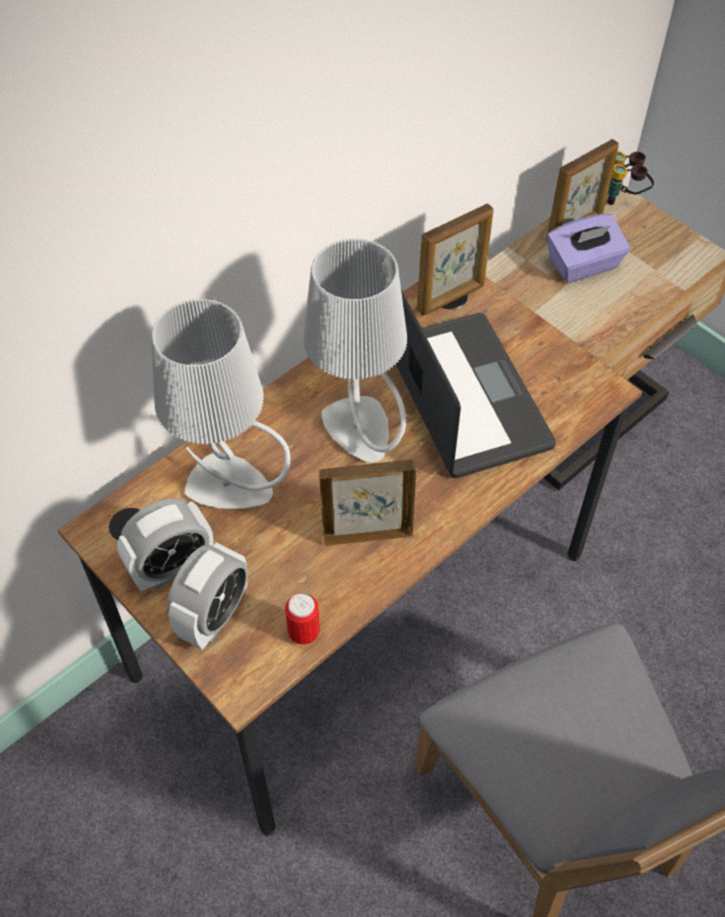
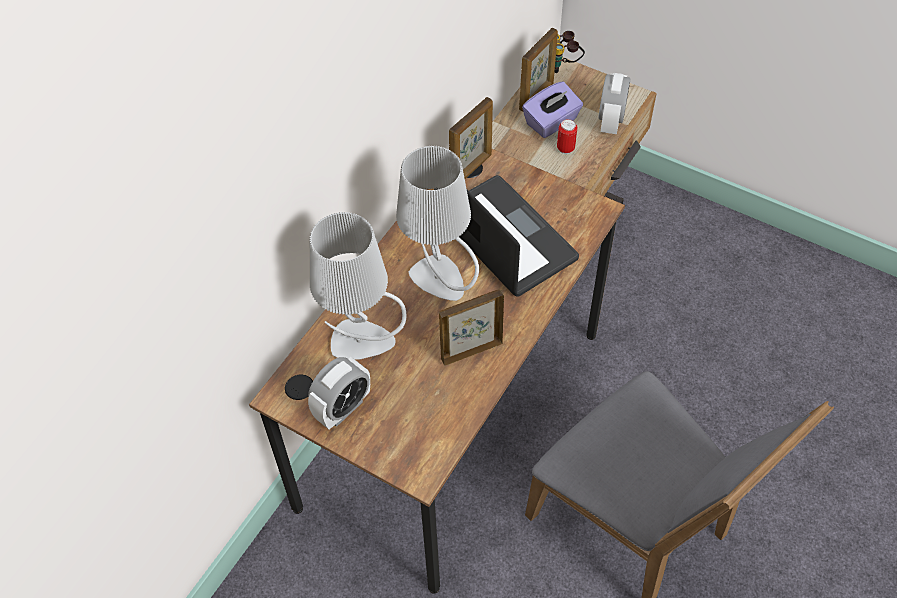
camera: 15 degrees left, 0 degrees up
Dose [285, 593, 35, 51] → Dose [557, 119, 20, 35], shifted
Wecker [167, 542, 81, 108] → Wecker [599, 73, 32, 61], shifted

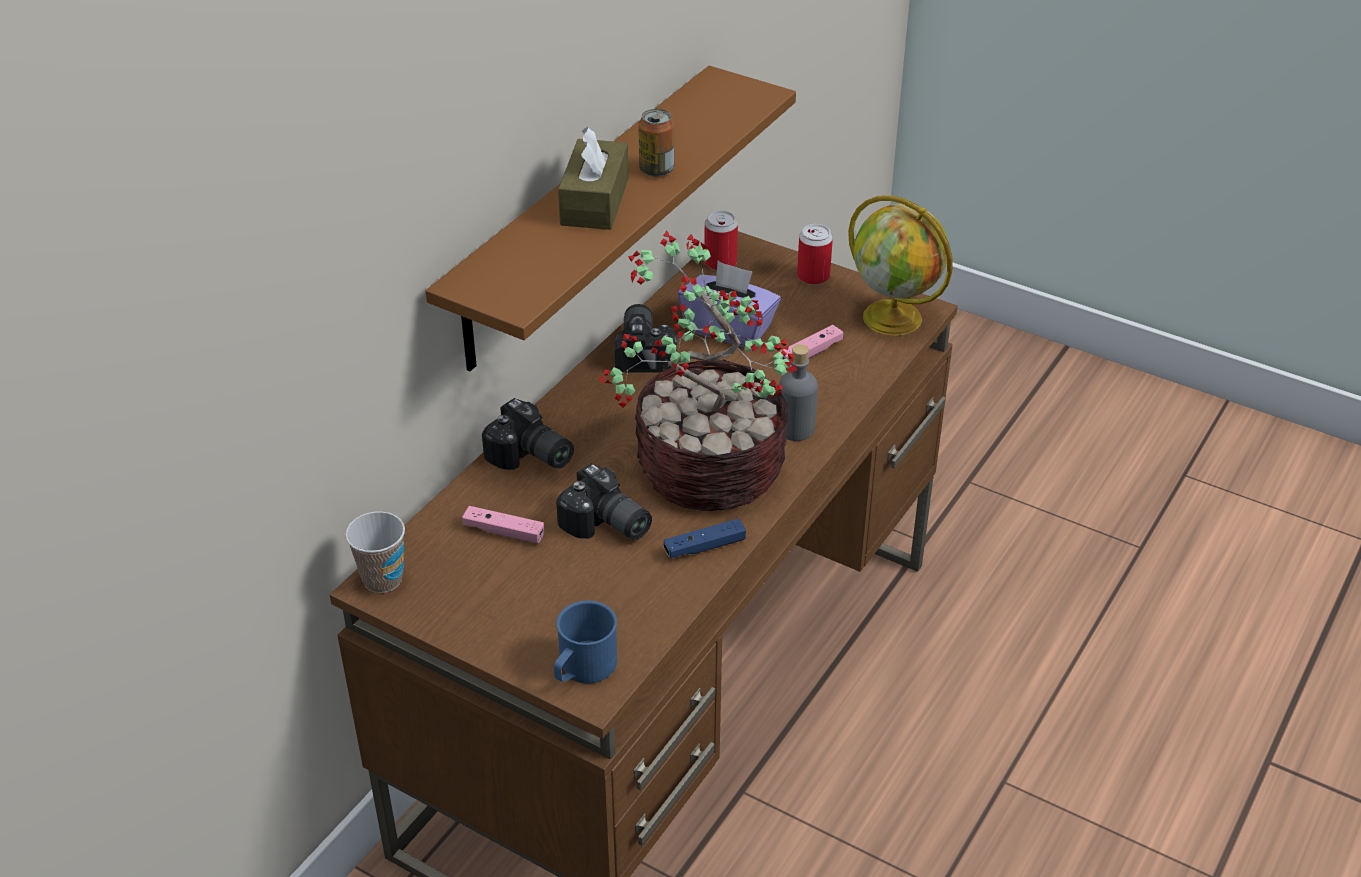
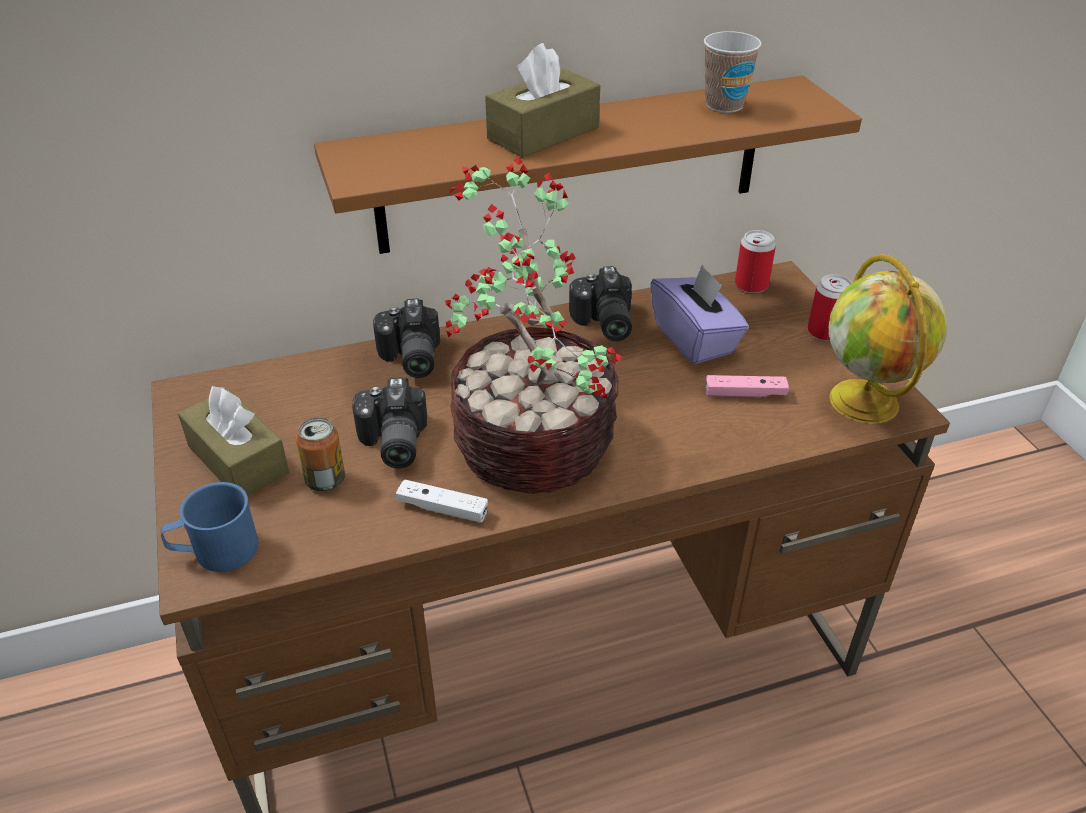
camera: 40 degrees right, 0 degrees up
- → Taschentuchbox/braun [178, 386, 111, 110]
Dose [638, 109, 36, 68] → Dose [296, 417, 49, 74], shifted
Gamepad/blau [664, 519, 82, 40] → Gamepad/weiß [396, 479, 92, 44]
Kamera [615, 304, 62, 69] → Kamera [569, 266, 63, 75], 135 degrees clockwise
Tasse [345, 511, 60, 82] → Tasse [704, 31, 57, 82], shifted
Gamepad/rosa [462, 506, 82, 38] → -
Flasche/grau [779, 344, 39, 97] → -

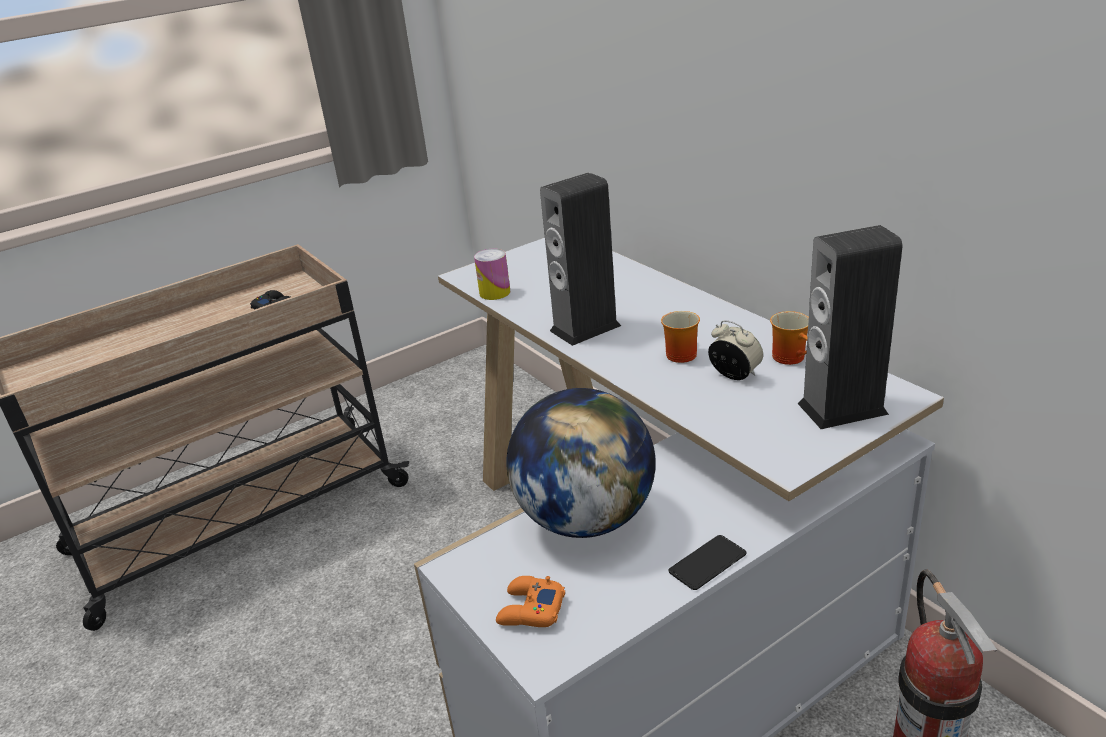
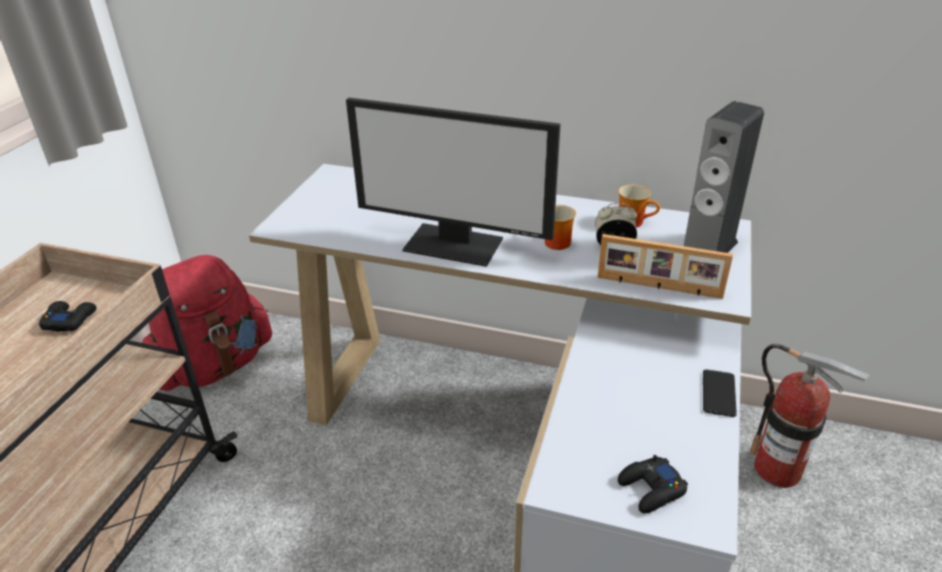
camera: 40 degrees left, 5 degrees up
- → Rucksack/rot [142, 255, 130, 136]
Lautsprecher [540, 172, 81, 174] → Monitor [346, 98, 215, 169]
- → Bilderrahmen [598, 234, 135, 65]
Gamepad/orange [496, 576, 69, 51] → Gamepad/schwarz [618, 455, 70, 59]
Dose [474, 248, 36, 52] → -
Globus [506, 388, 150, 150] → -

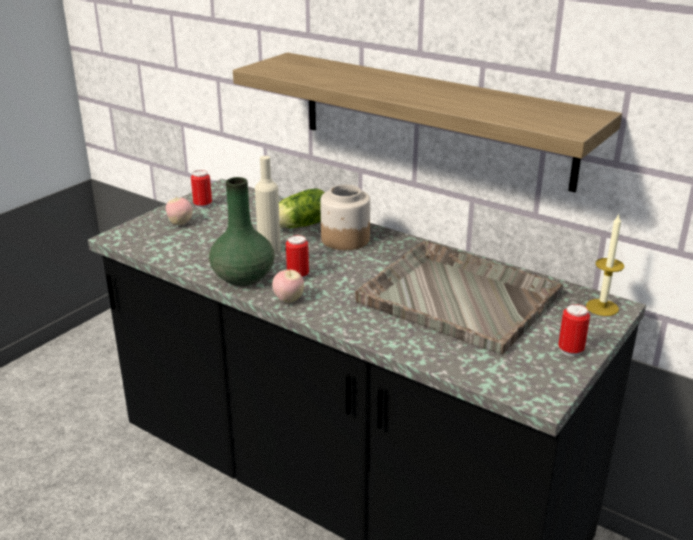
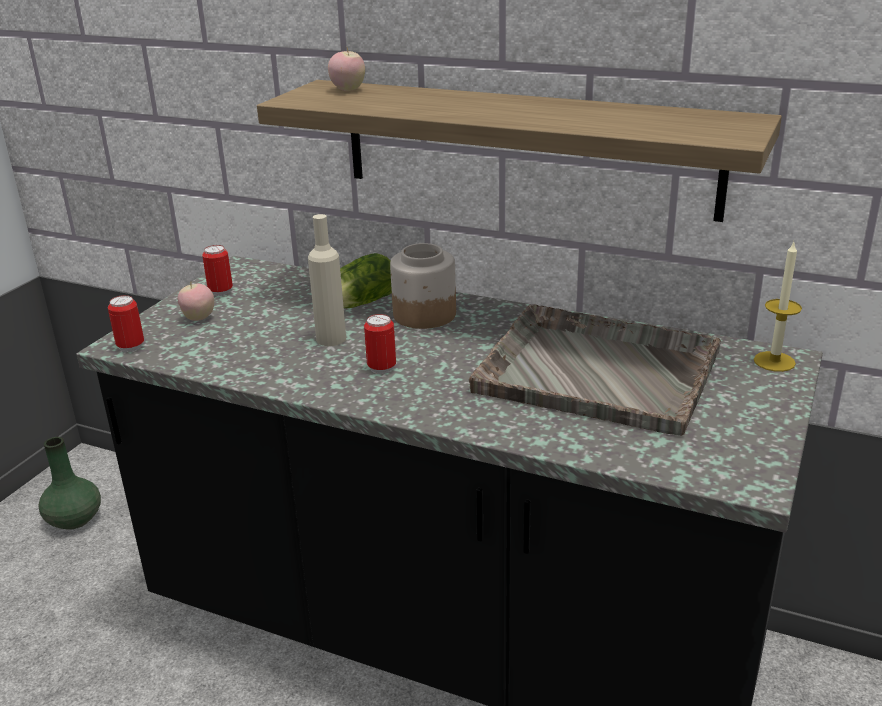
camera: 10 degrees left, 0 degrees up
Vase/grün [209, 177, 66, 109] → Vase/grün [38, 437, 63, 93], shifted
Dose [558, 304, 32, 52] → Dose [108, 295, 36, 57], shifted
Apfel [272, 269, 32, 34] → Apfel [328, 48, 37, 43], shifted

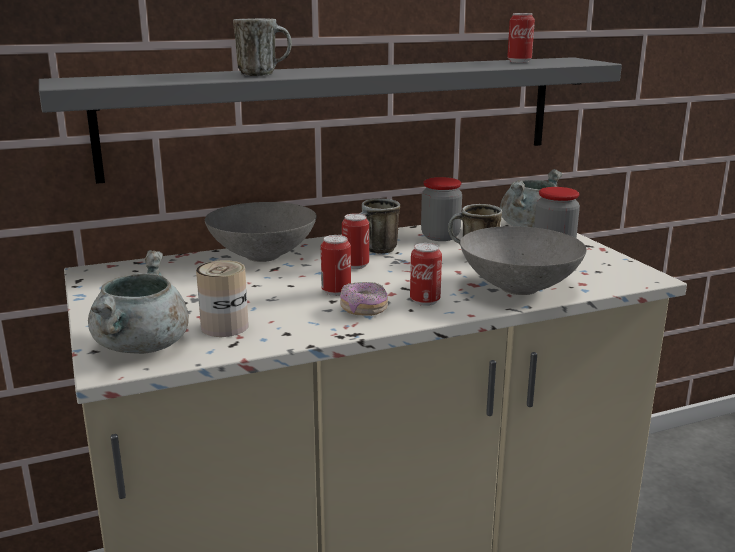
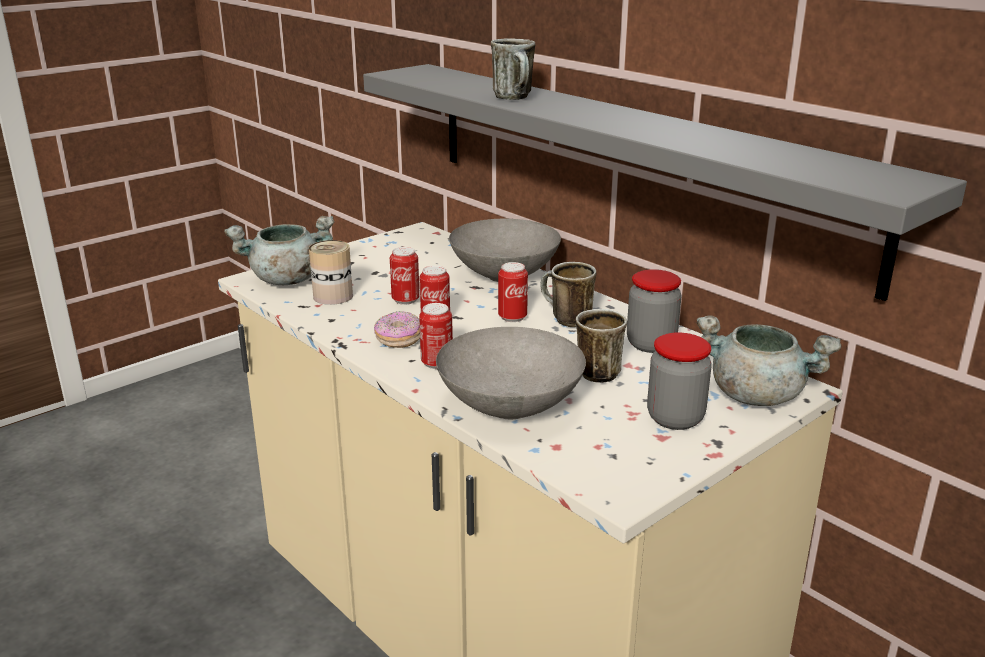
camera: 70 degrees right, 5 degrees up
Dose [507, 13, 28, 50] → Dose [390, 247, 30, 58], shifted

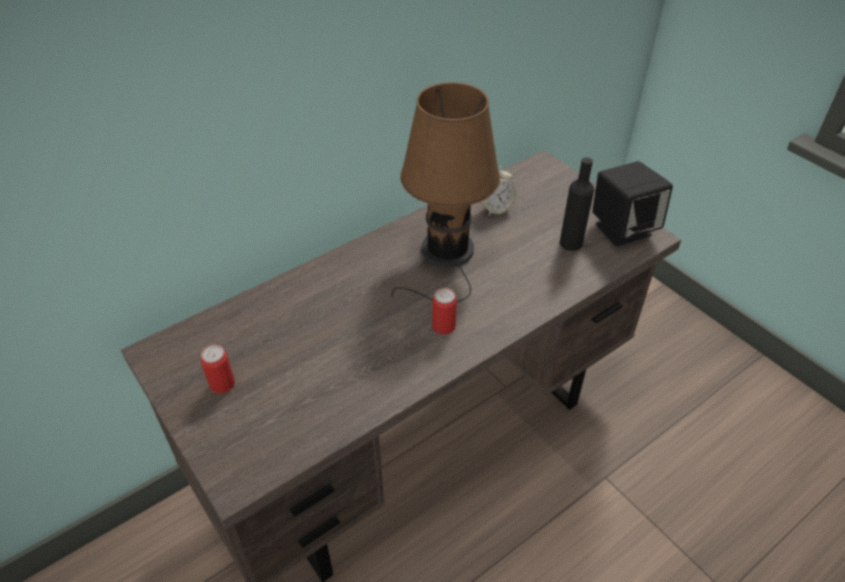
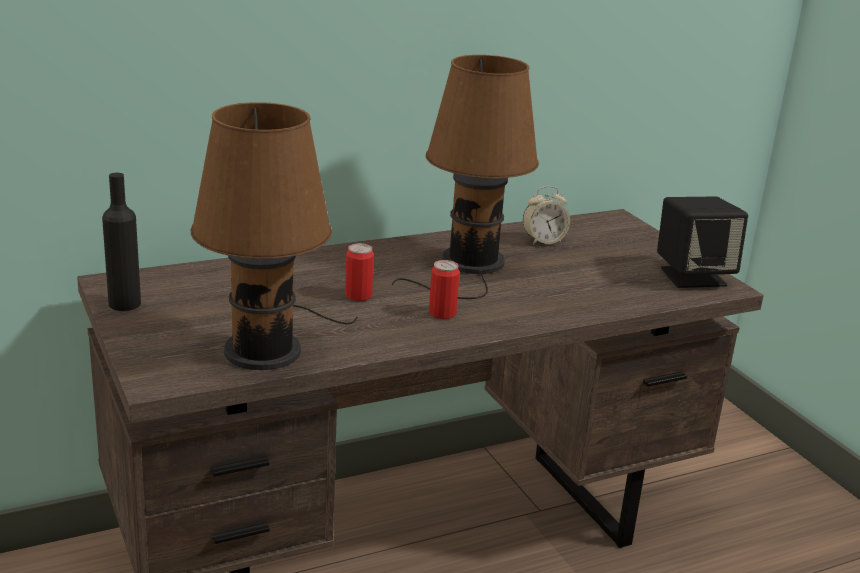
camera: 10 degrees right, 20 degrees down
Flasche/schwarz [560, 157, 34, 94] → Flasche/schwarz [102, 173, 39, 138], shifted
- → Tischlampe/braun [191, 102, 167, 268]
Dose [201, 345, 34, 49] → Dose [345, 243, 29, 58], shifted

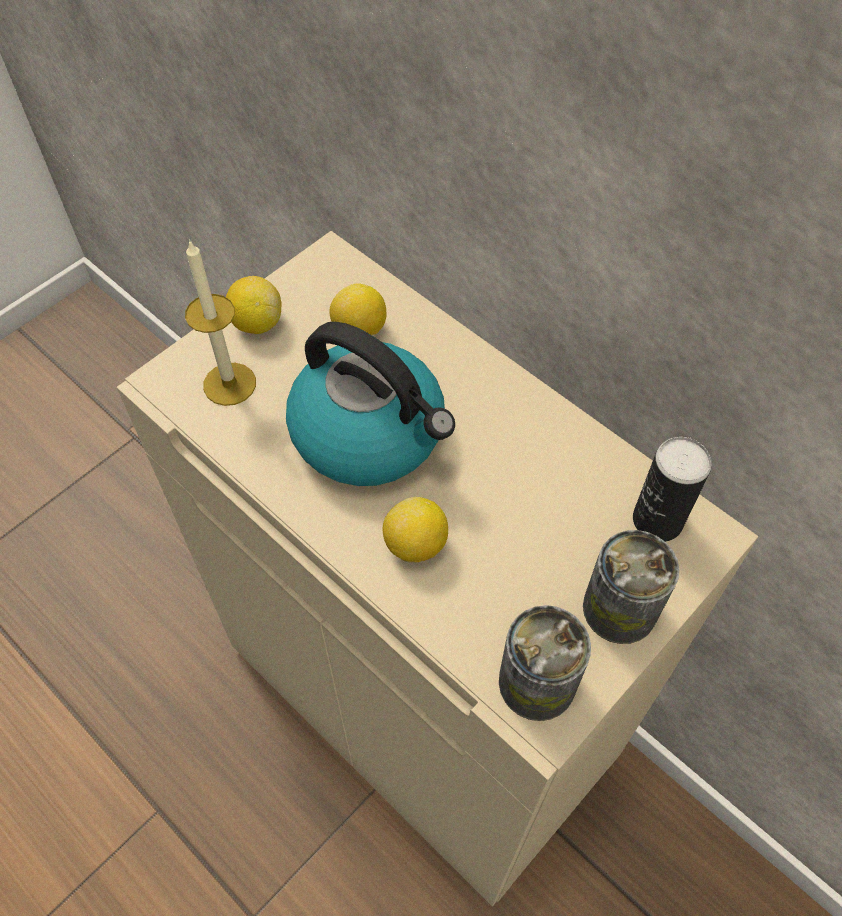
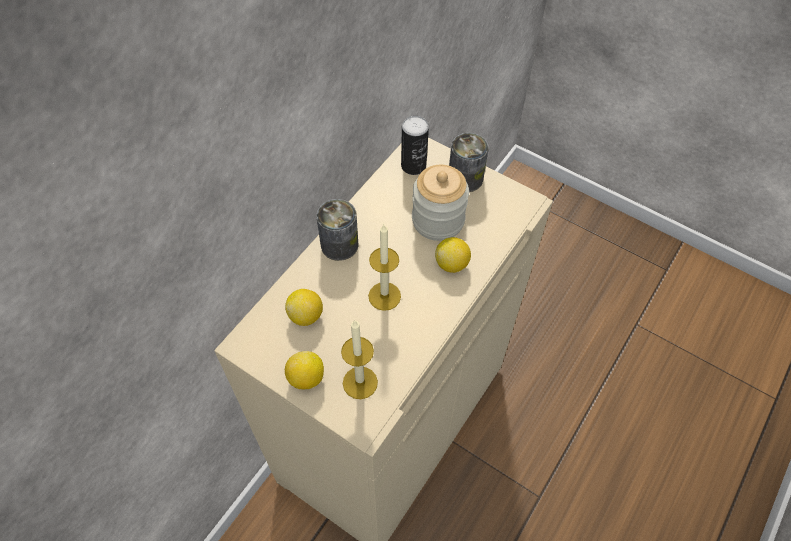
camera: 100 degrees left, 0 degrees up
Dose [499, 605, 92, 116] → Dose [317, 199, 41, 62], shifted
Wasserkessel [286, 322, 169, 164] → Kerze [368, 225, 33, 86]
- → Vorratsglas [412, 165, 57, 76]

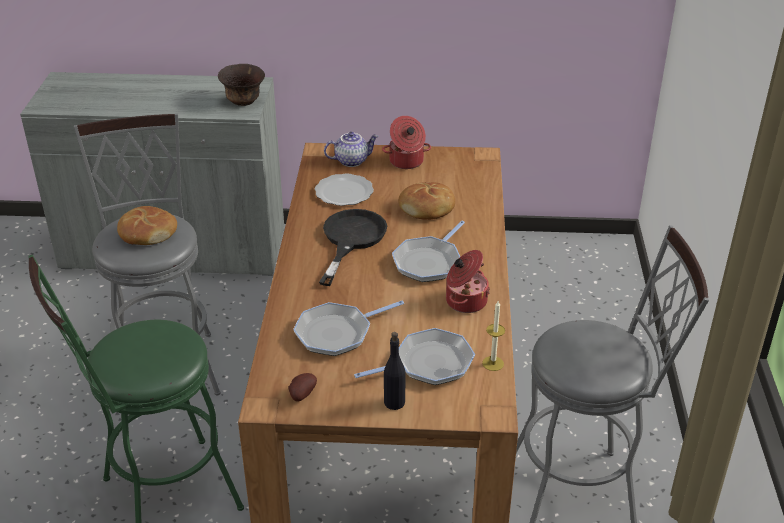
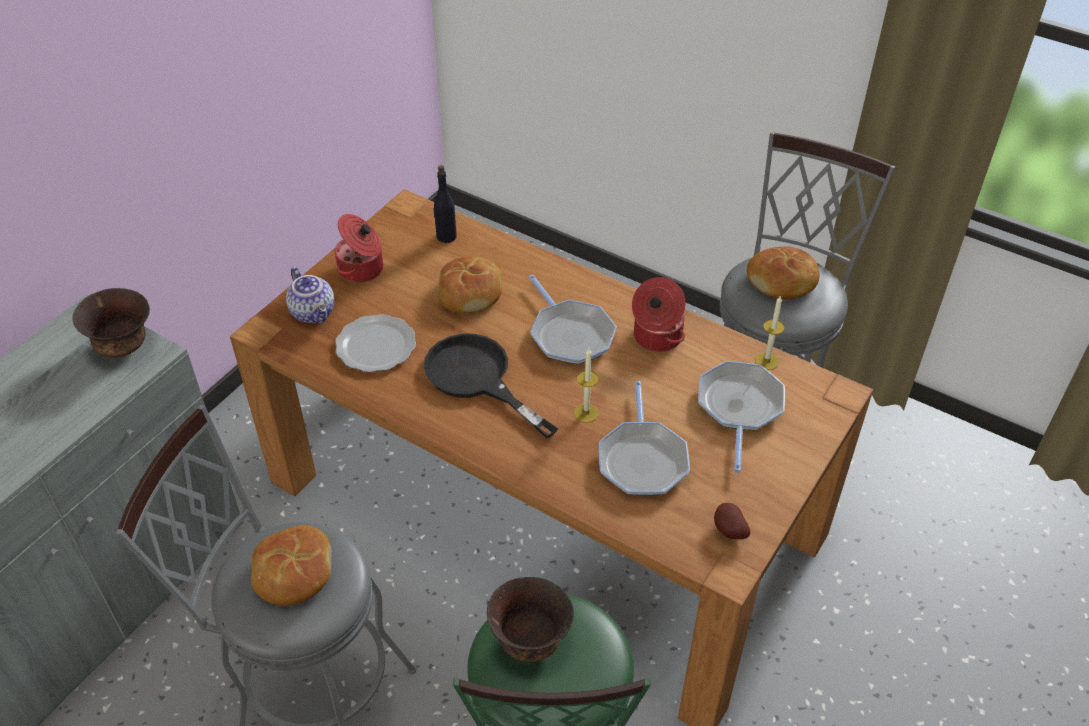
camera: 60 degrees left, 10 degrees up
Teekanne [324, 132, 55, 35] → Teekanne [286, 267, 49, 56], 135 degrees clockwise
Flasche/schwarz [384, 332, 22, 78] → Flasche/schwarz [434, 165, 23, 78], shifted
- → Schüssel/braun [487, 577, 87, 86]
- → Kerze [574, 348, 25, 75]
- → Brot [747, 246, 73, 53]

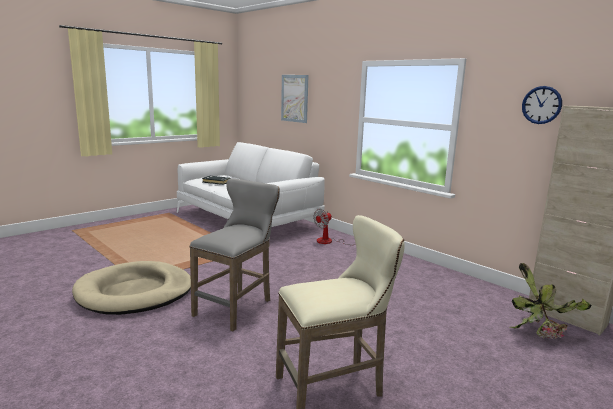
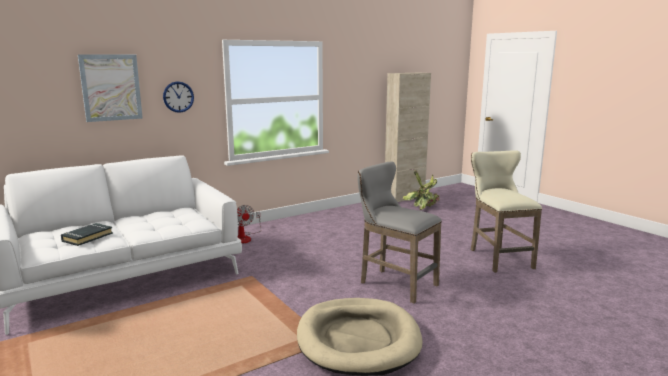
camera: 80 degrees left, 0 degrees up
Wanduhr [522, 86, 40, 38] → Wanduhr [163, 81, 31, 32], shifted

